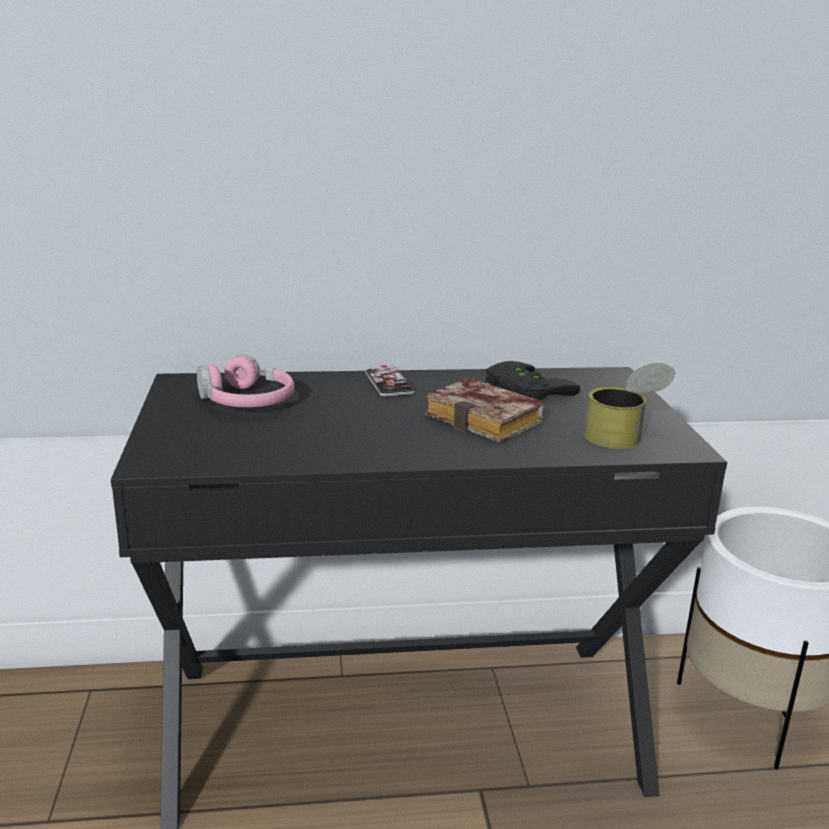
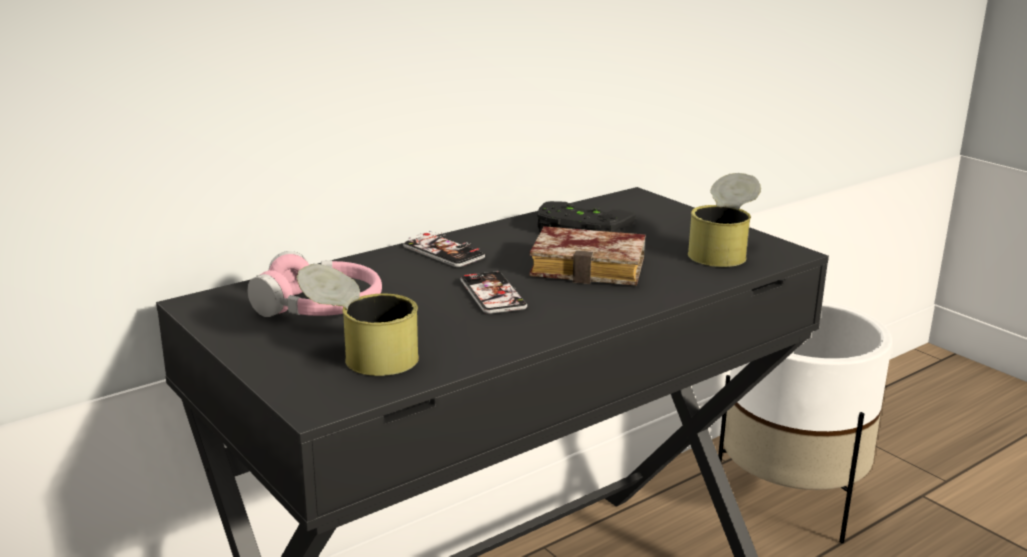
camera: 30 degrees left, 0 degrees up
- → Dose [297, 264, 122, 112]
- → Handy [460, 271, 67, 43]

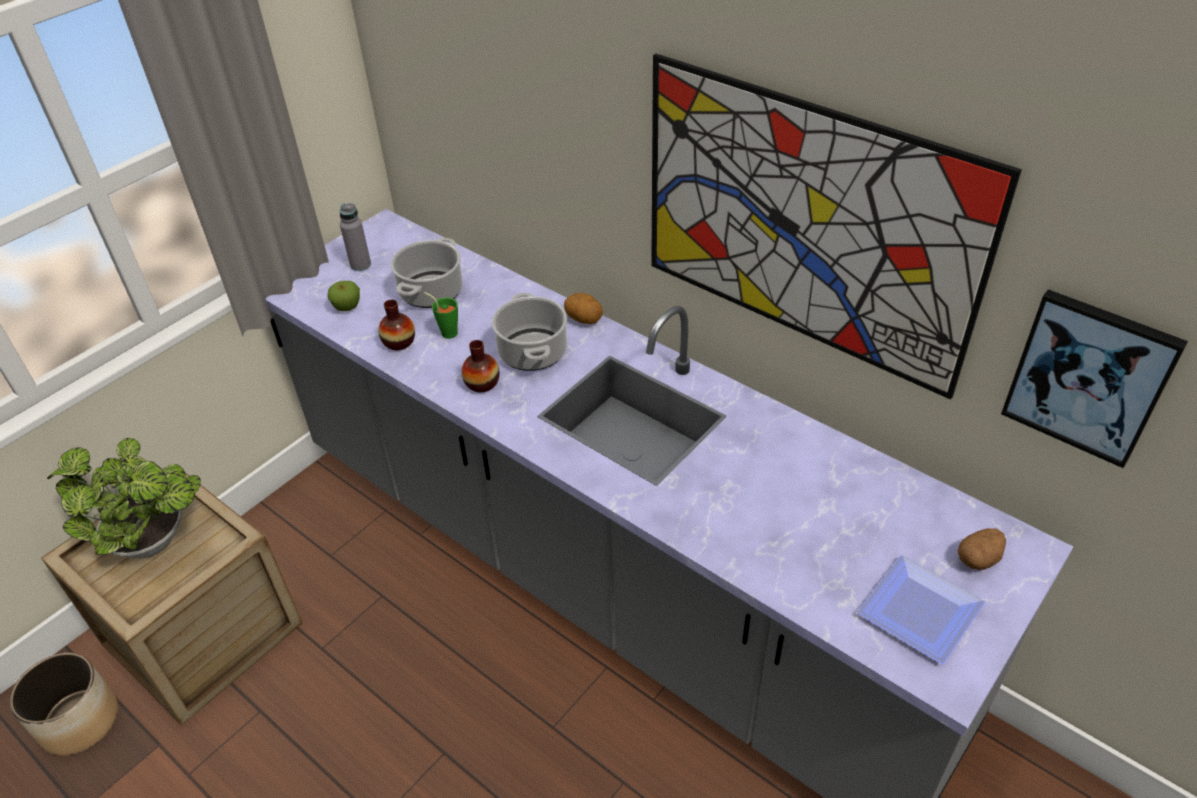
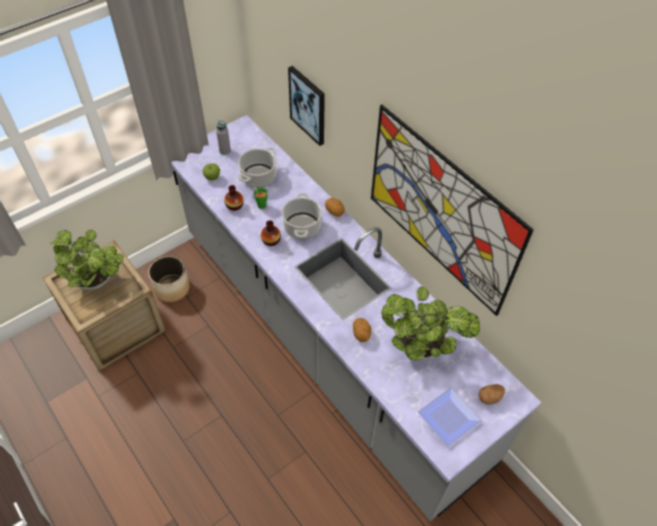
camera: 10 degrees right, 10 degrees up
Pflanzkübel [10, 653, 108, 103] → Pflanzkübel [148, 256, 42, 46], shifted
Bild [1001, 289, 187, 179] → Bild [288, 66, 37, 80], shifted
- → Kartoffel [353, 318, 18, 24]
- → Topfpflanze [381, 287, 99, 73]

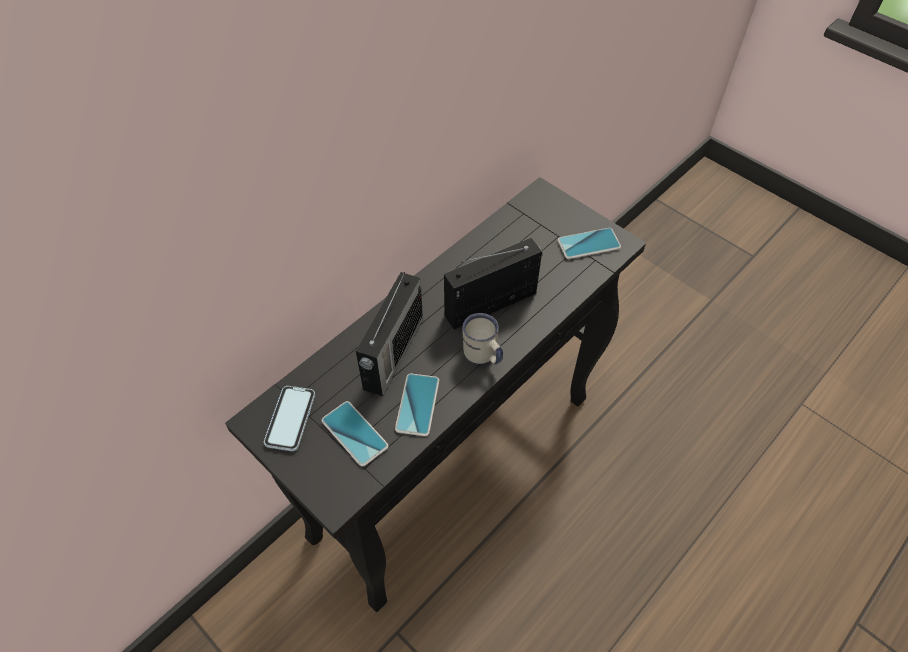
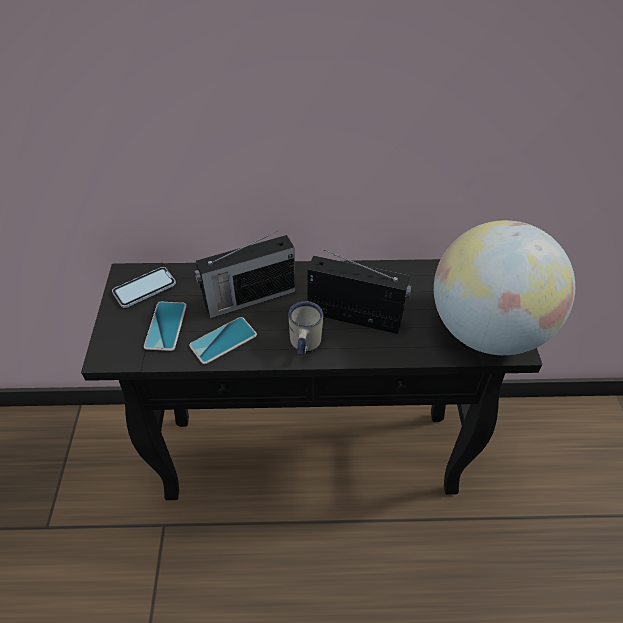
camera: 45 degrees right, 5 degrees down
Handy [558, 228, 63, 31] → Globus [434, 220, 141, 135]

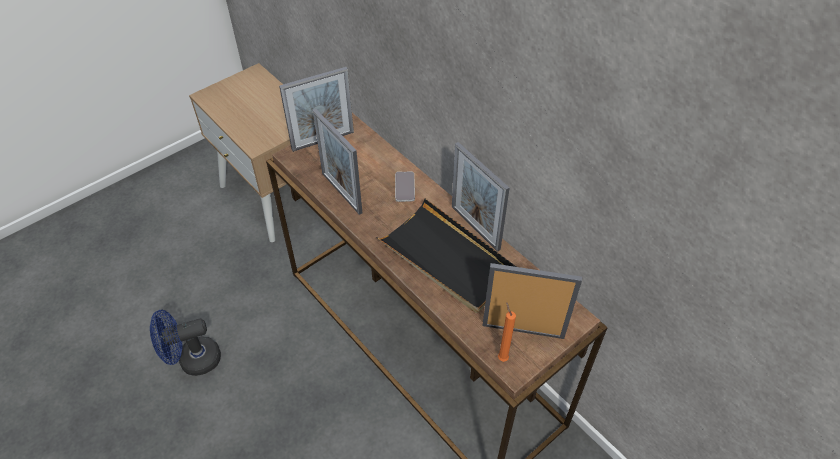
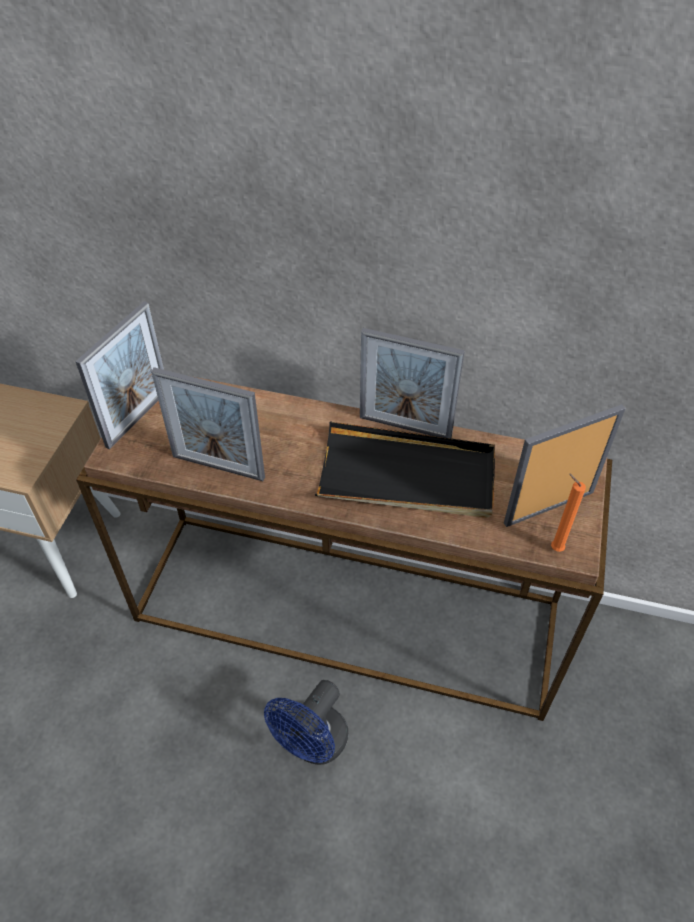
camera: 35 degrees left, 0 degrees up
Ventilator/blau [150, 310, 71, 66] → Ventilator/blau [264, 680, 84, 85], shifted
Handy [395, 172, 20, 30] → -

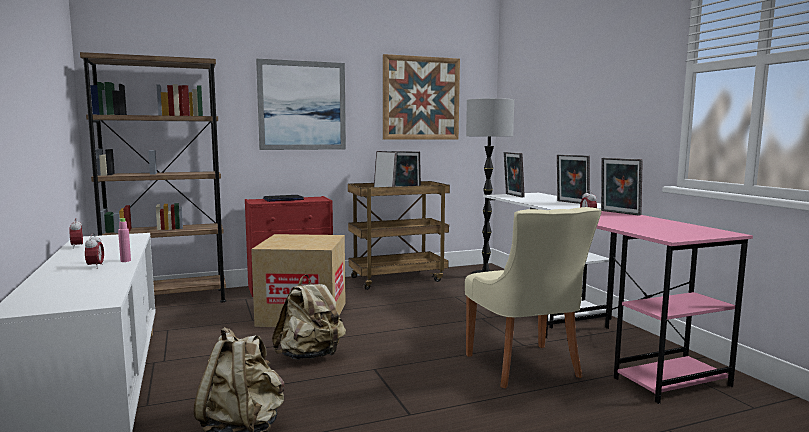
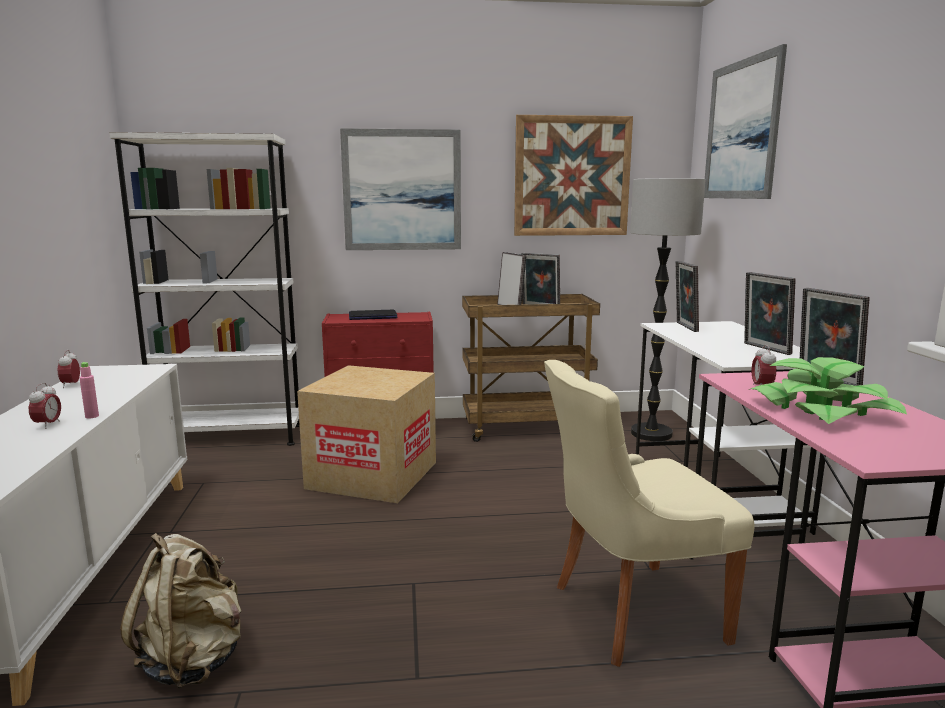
camera: 15 degrees right, 5 degrees up
Bücherregal/braun [80, 52, 146, 250] → Bücherregal/weiß [109, 132, 191, 314]
Stuhl/beige [465, 207, 137, 181] → Stuhl/beige [544, 360, 210, 307], 75 degrees clockwise
- → Bild [704, 44, 83, 155]
- → Topfpflanze [749, 357, 158, 67]
Rucksack/beige [272, 274, 74, 86] → -

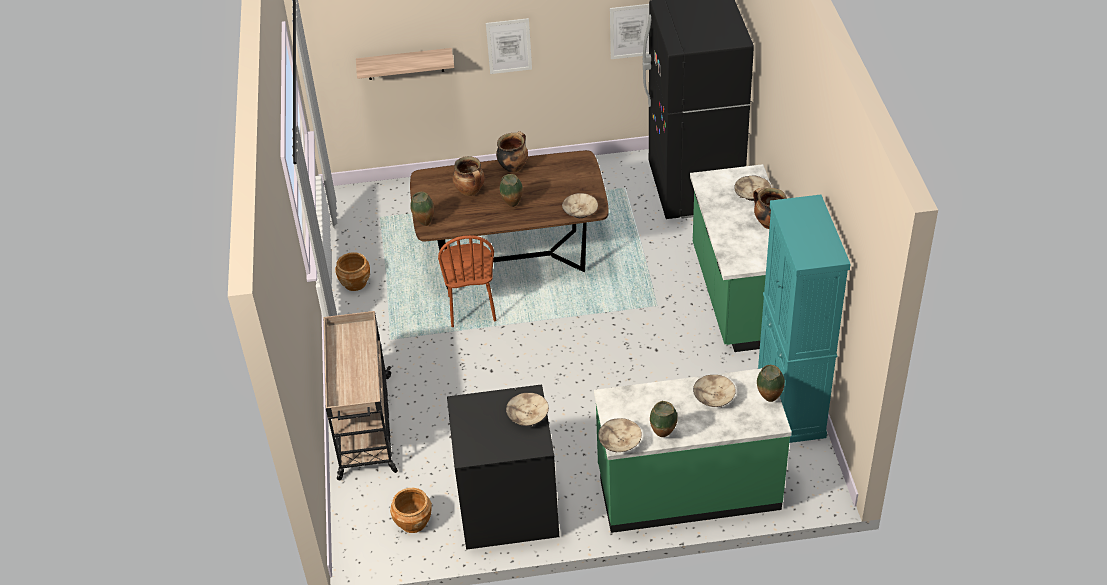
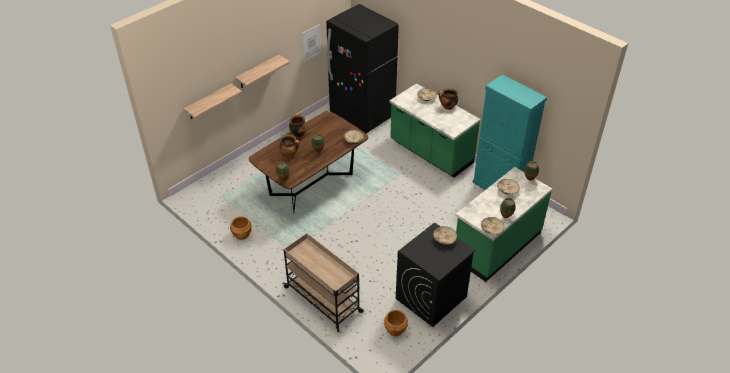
camera: 40 degrees left, 0 degrees up
Bild [486, 18, 46, 56] → Wandregal [235, 54, 55, 34]
Stuhl/braun [438, 235, 58, 92] → -

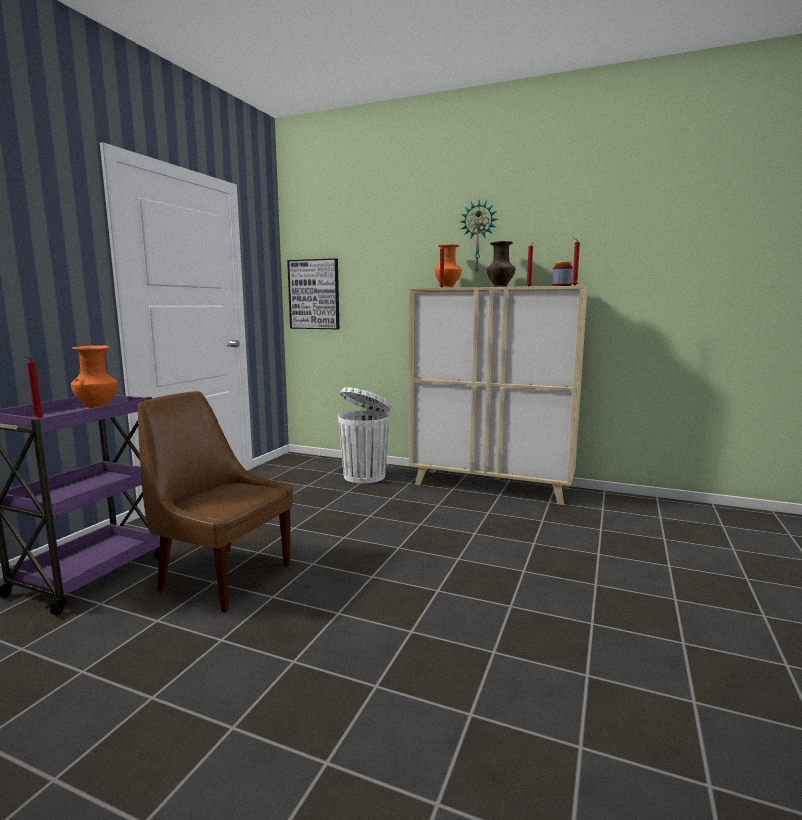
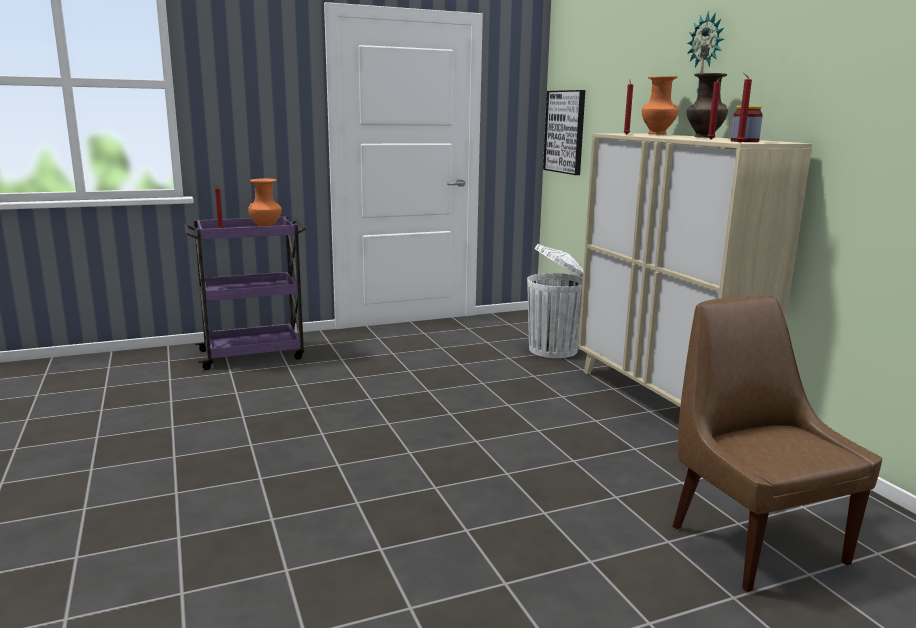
camera: 45 degrees right, 5 degrees up
Stuhl/braun [138, 391, 155, 221] → Stuhl/braun [672, 296, 211, 296], shifted

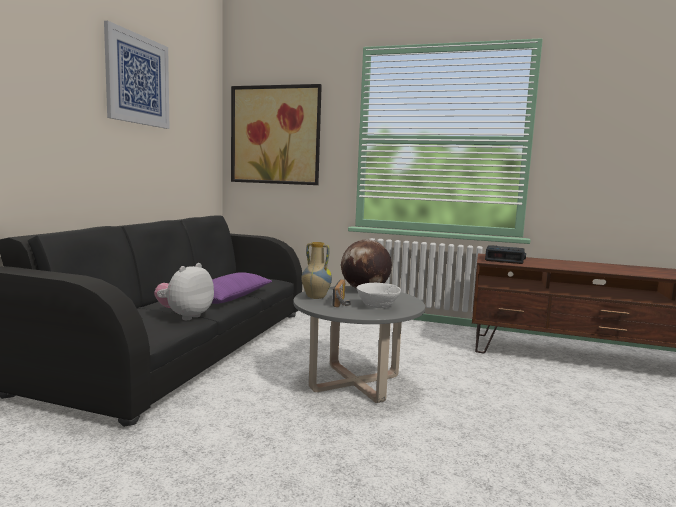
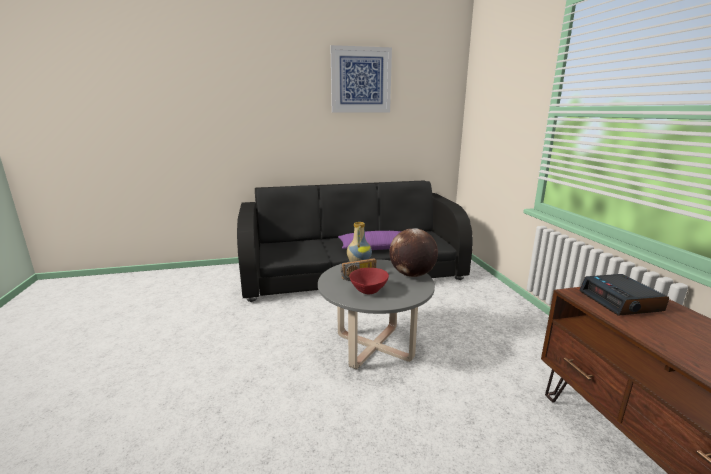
camera: 60 degrees right, 10 degrees up
Schüssel/weiß [356, 283, 45, 25] → Schüssel/rot [350, 268, 39, 26]
Plüschtier [154, 263, 60, 57] → -
Bild [231, 84, 91, 101] → -

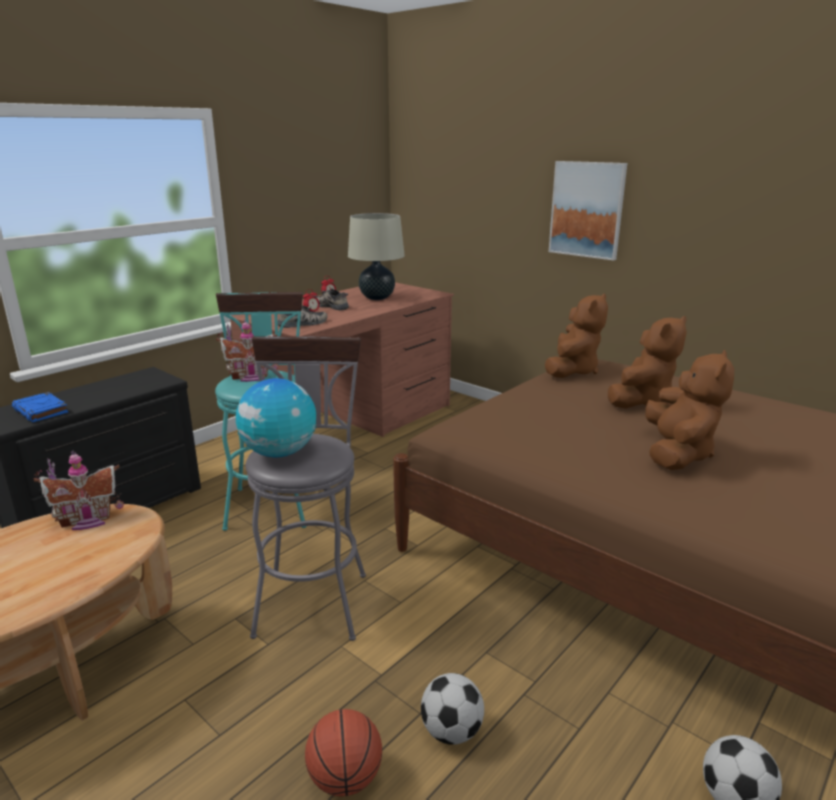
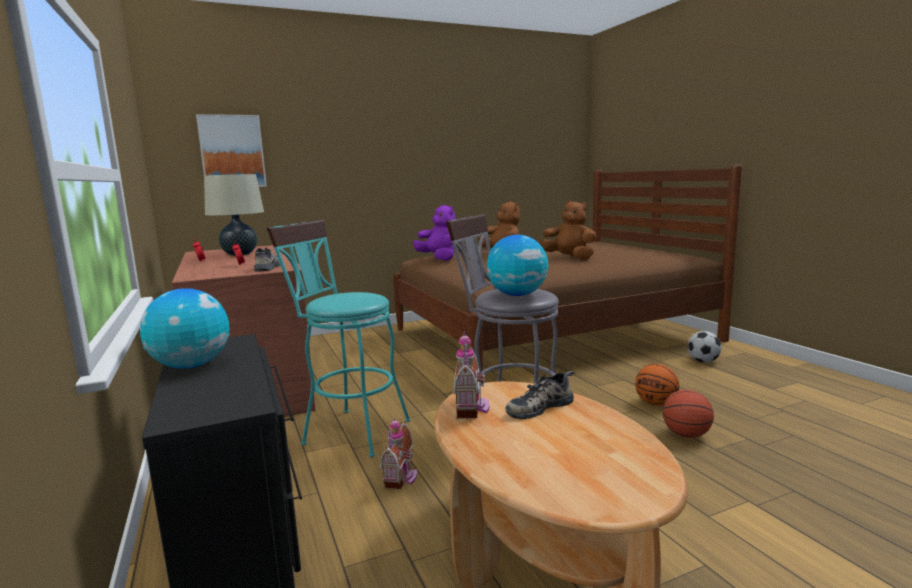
camera: 65 degrees left, 10 degrees down
- → Globus [140, 288, 90, 81]
Bild [549, 161, 78, 100] → Bild [196, 114, 71, 73], shifted
Spielzeughaus [216, 319, 62, 63] → Spielzeughaus [380, 417, 37, 72], shifted
Plüschtier/braun [545, 293, 63, 85] → Plüschtier/lila [413, 204, 43, 57]
Schuh [314, 289, 35, 21] → Schuh [505, 371, 69, 48], shifted
Fußball [421, 673, 63, 72] → Basketball [635, 364, 44, 42]
Buch/blau [12, 392, 57, 30] → -

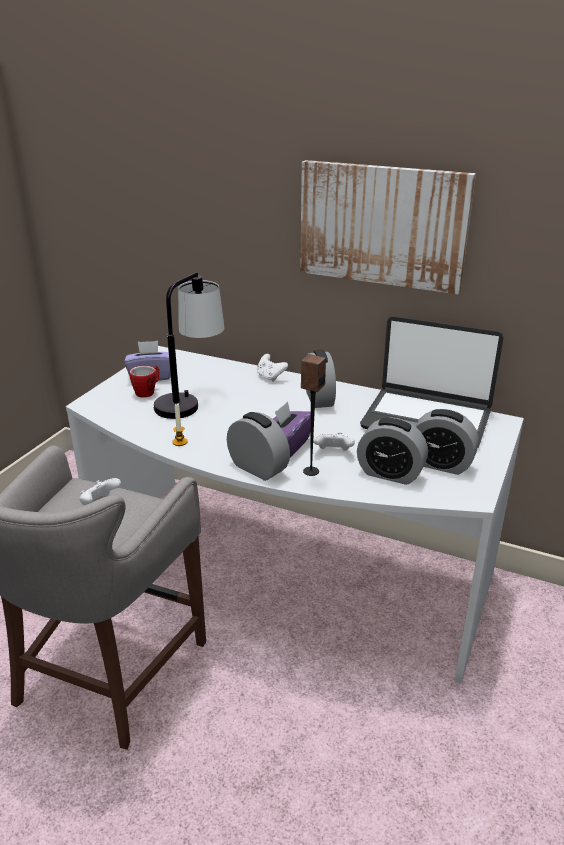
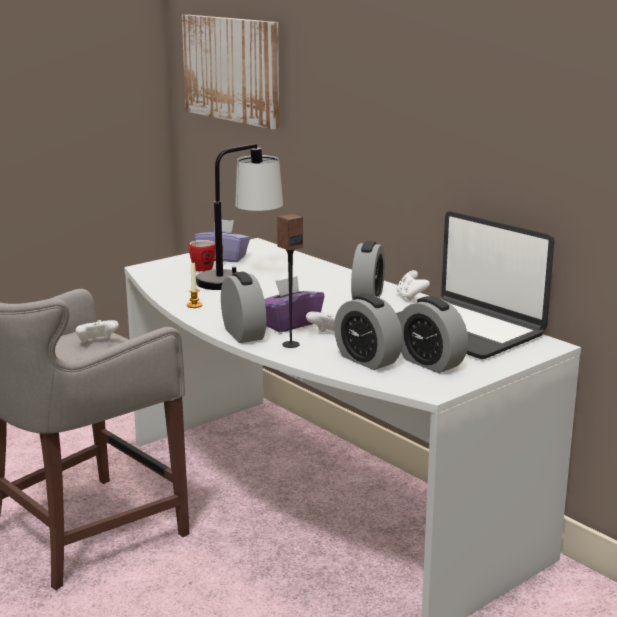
camera: 25 degrees right, 10 degrees down
Bild [300, 160, 176, 134] → Bild [182, 15, 97, 114], shifted
Gamepad/weiß [257, 354, 31, 28] → Gamepad/weiß [396, 270, 34, 31], shifted

